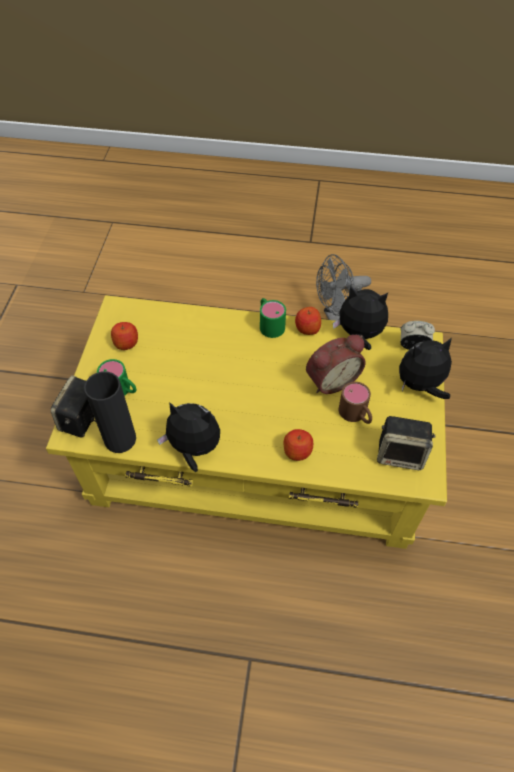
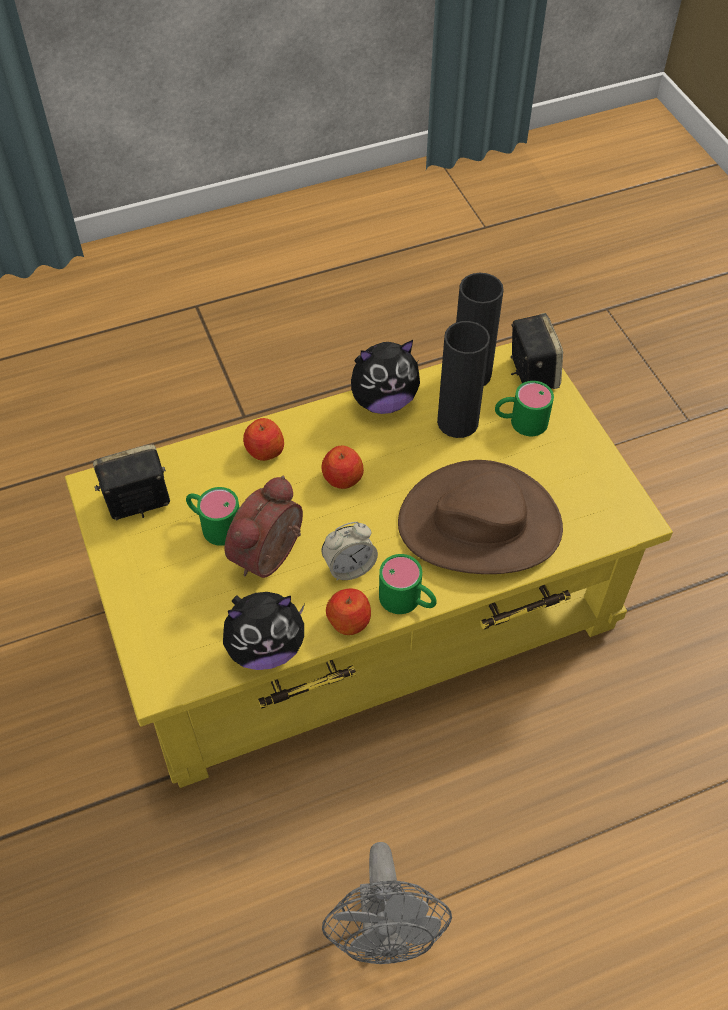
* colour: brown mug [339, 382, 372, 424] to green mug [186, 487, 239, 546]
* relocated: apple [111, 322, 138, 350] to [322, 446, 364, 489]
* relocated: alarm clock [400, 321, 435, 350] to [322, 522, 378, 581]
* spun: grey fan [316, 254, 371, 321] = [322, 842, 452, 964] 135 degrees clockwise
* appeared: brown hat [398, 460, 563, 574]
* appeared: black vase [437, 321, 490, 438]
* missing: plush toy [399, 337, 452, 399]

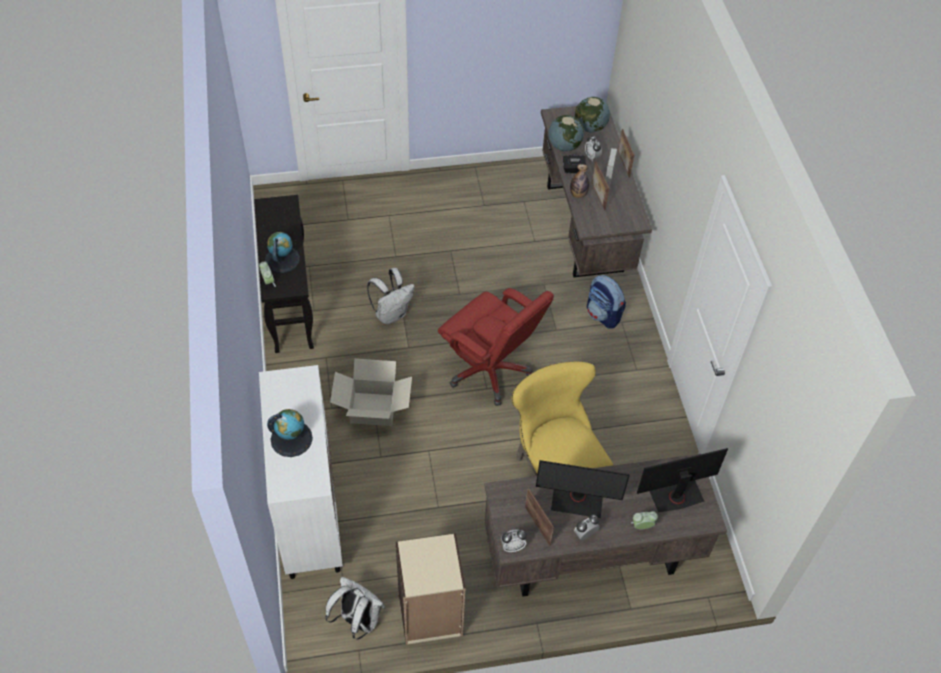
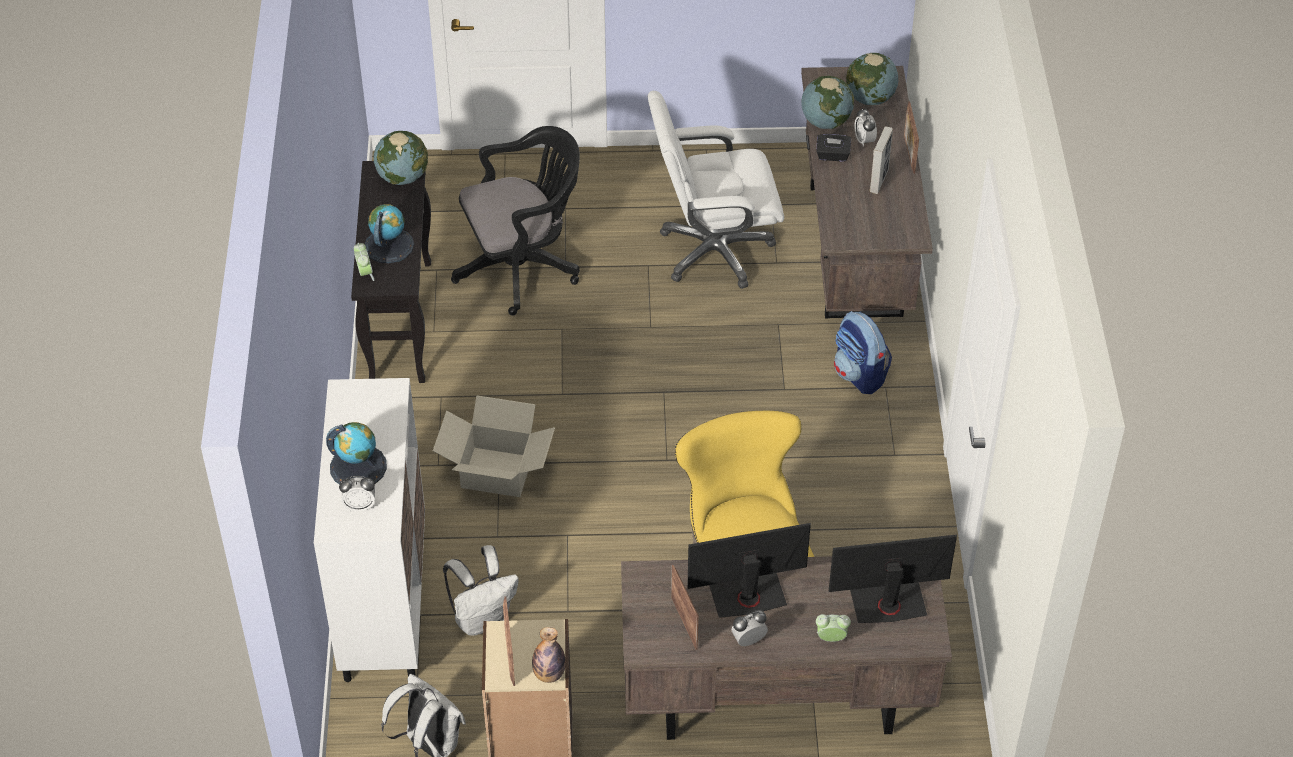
* relocated: alarm clock [501, 530, 527, 552] to [339, 476, 375, 511]
* appeared: globe [374, 131, 428, 185]
* relocated: white backpack [367, 268, 415, 325] to [443, 545, 519, 636]
* appeared: black office chair [451, 126, 580, 316]
* relocated: picture frame [592, 161, 609, 210] to [503, 597, 515, 686]
* relocated: bottle [570, 164, 589, 198] to [532, 627, 566, 683]
* appeared: white office chair [648, 91, 784, 289]
* spun: monitor [536, 460, 630, 518] = [687, 523, 811, 618] 150 degrees clockwise
* missing: red office chair [438, 288, 554, 406]

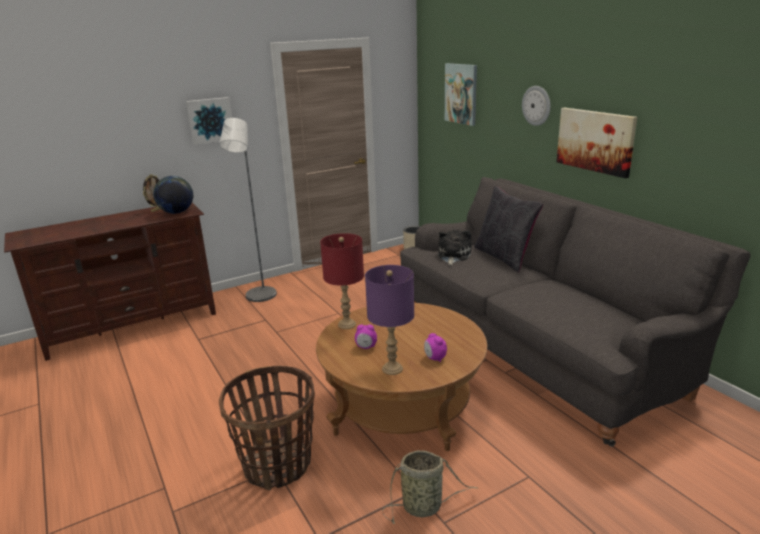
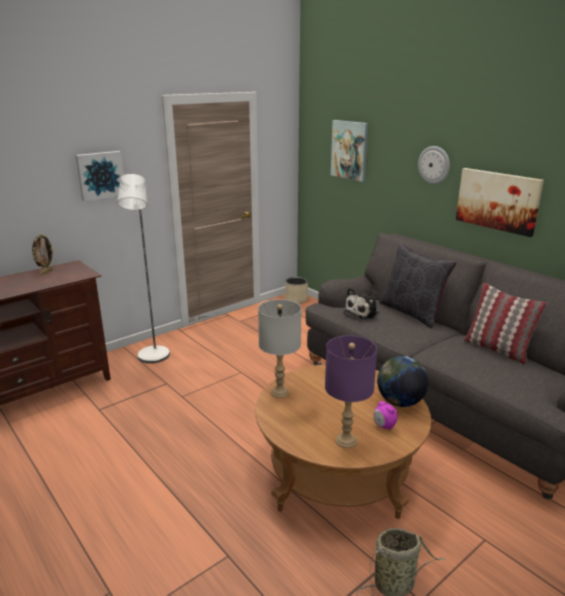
* colour: red table lamp [320, 233, 364, 329] to grey table lamp [258, 299, 302, 398]
* spun: plush toy [438, 230, 471, 265] = [343, 287, 379, 320] 150 degrees counterclockwise
* relocated: globe [153, 176, 194, 214] to [377, 356, 429, 407]
* appeared: pillow [464, 283, 547, 365]
* missing: basket [219, 366, 315, 490]
* missing: alarm clock [355, 324, 377, 349]

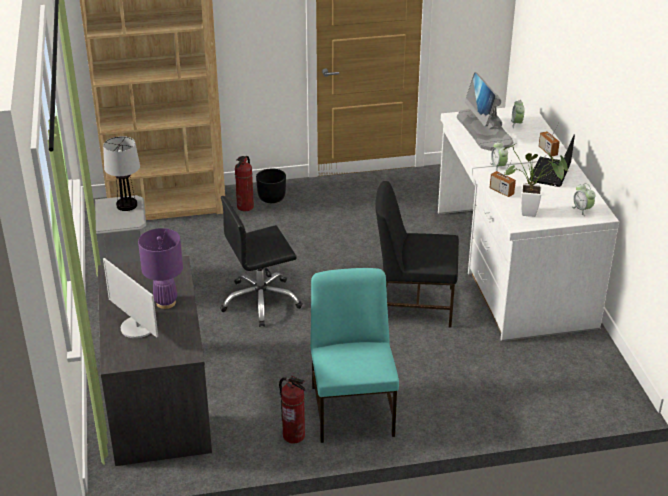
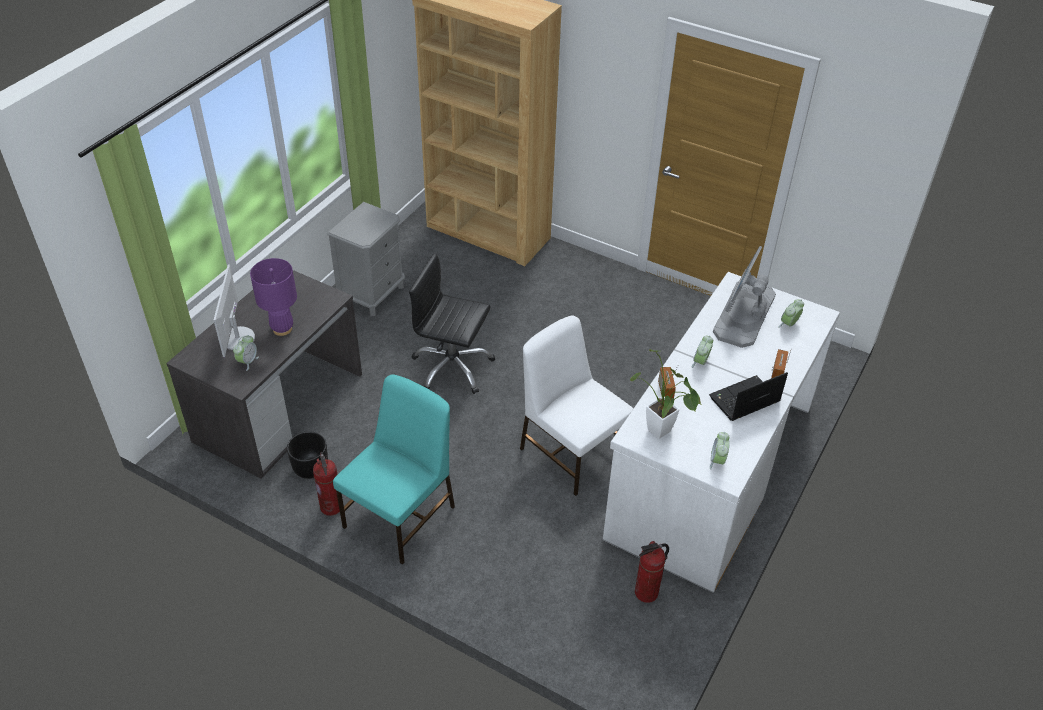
* appeared: alarm clock [233, 335, 259, 371]
* relocated: black planter [256, 169, 286, 203] to [287, 431, 328, 479]
* colour: black chair [375, 181, 459, 328] to white chair [520, 315, 634, 496]
* relocated: fire extinguisher [235, 156, 254, 211] to [635, 541, 669, 603]
* missing: table lamp [103, 136, 140, 211]

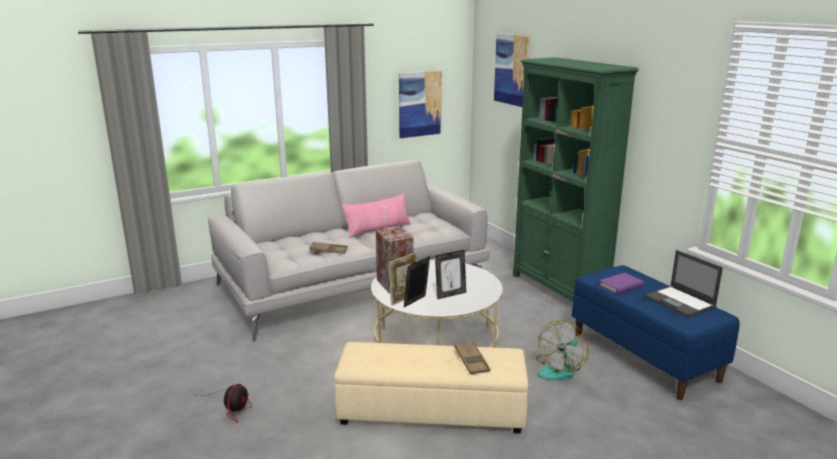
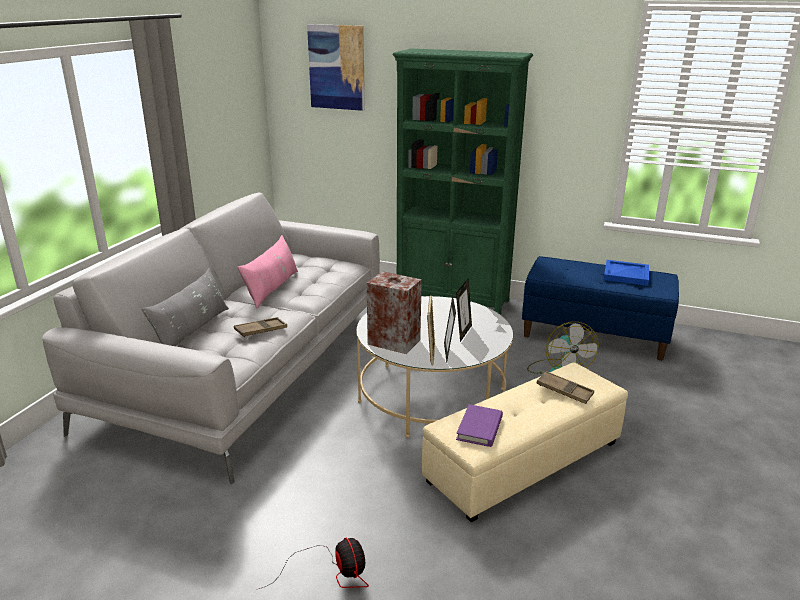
* appeared: grey pillow [142, 268, 229, 346]
* relocated: purple book [599, 273, 644, 294] to [456, 404, 503, 447]
* exchanged: laptop [644, 250, 723, 318] to blue tray [604, 260, 649, 286]
* missing: picture [399, 70, 442, 138]

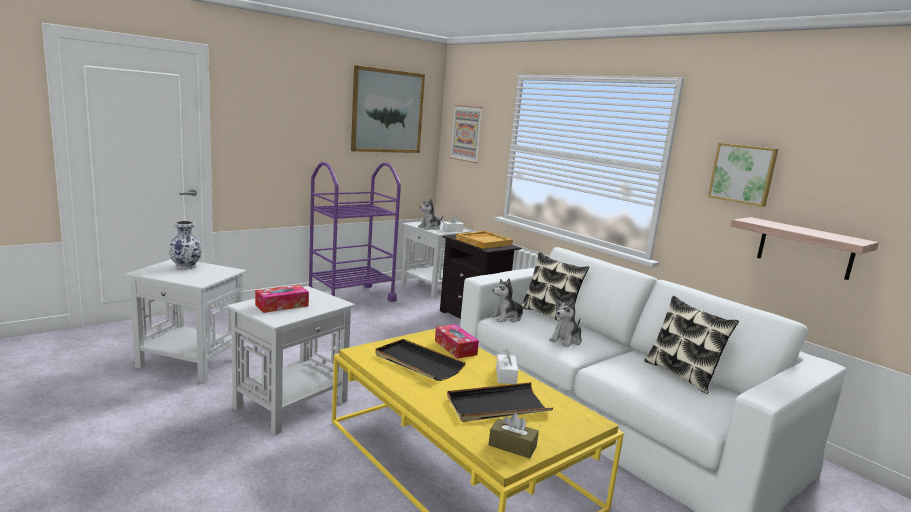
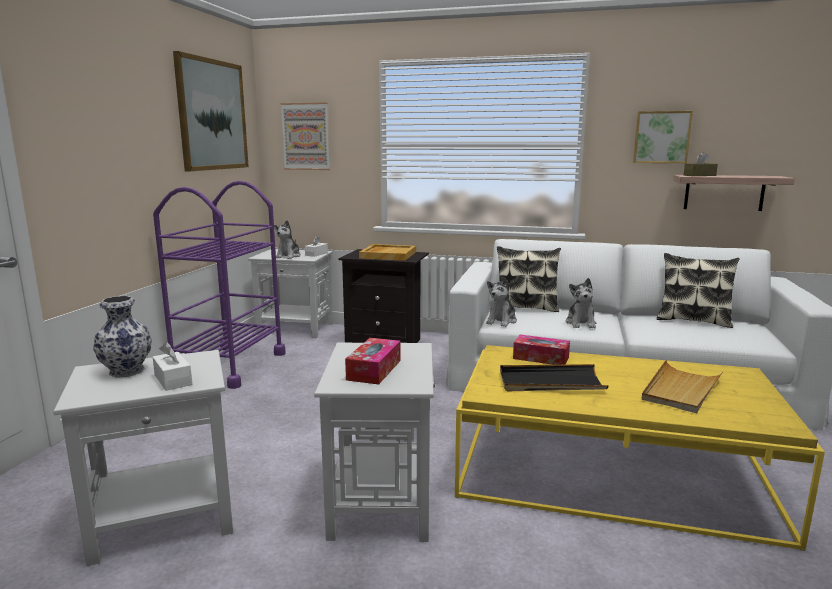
* relocated: white tissue box [496, 348, 518, 384] to [153, 342, 192, 391]
* colour: black tray [447, 382, 553, 422] to beige tray [642, 360, 723, 413]
* relocated: brown tissue box [489, 414, 539, 459] to [684, 152, 718, 176]

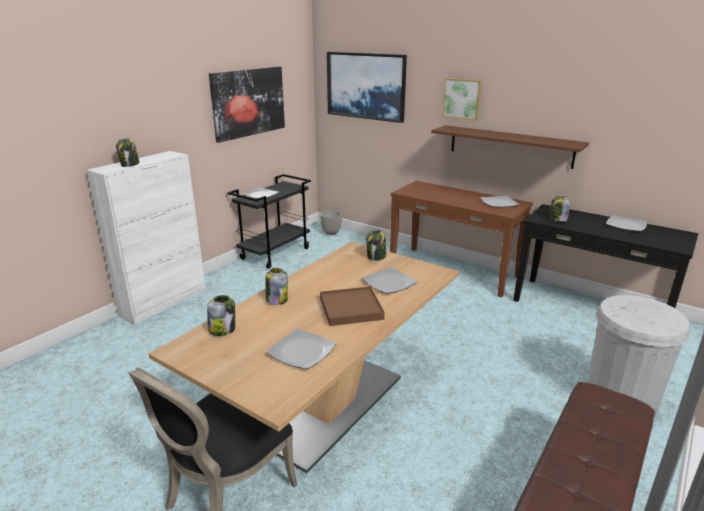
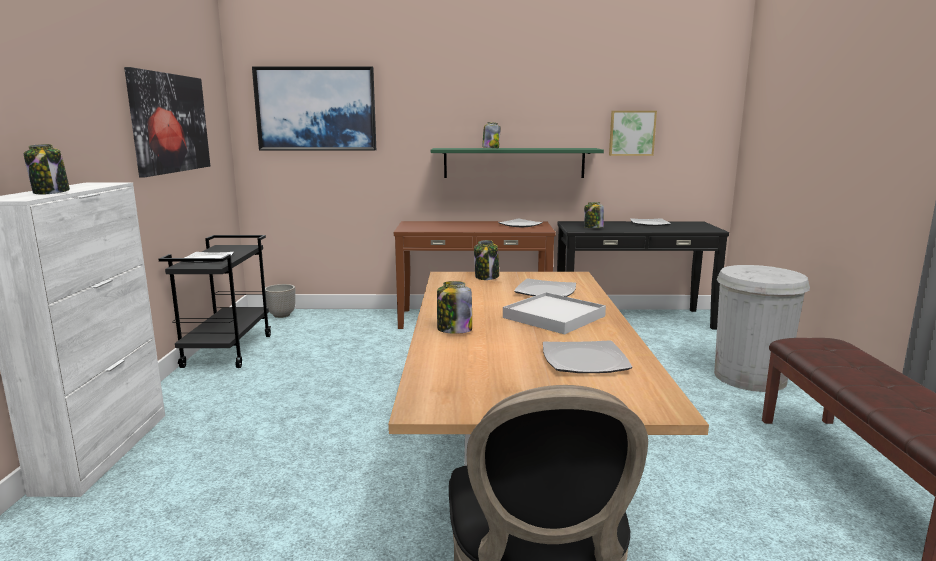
* colour: brown shelf [431, 125, 589, 169] to green shelf [431, 148, 604, 178]
* relocated: jar [207, 295, 235, 336] to [482, 122, 500, 148]
* colour: brown tray [320, 286, 385, 326] to white tray [503, 292, 606, 335]
* relocated: picture [442, 78, 482, 120] to [609, 111, 657, 156]

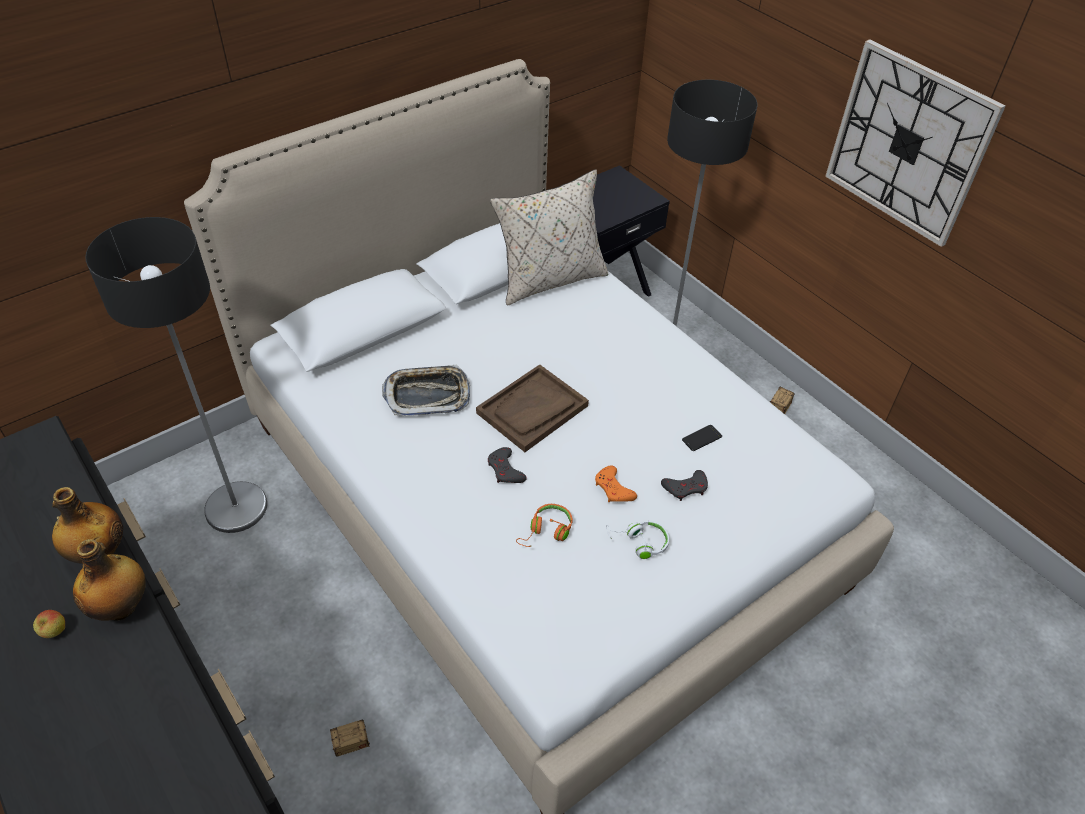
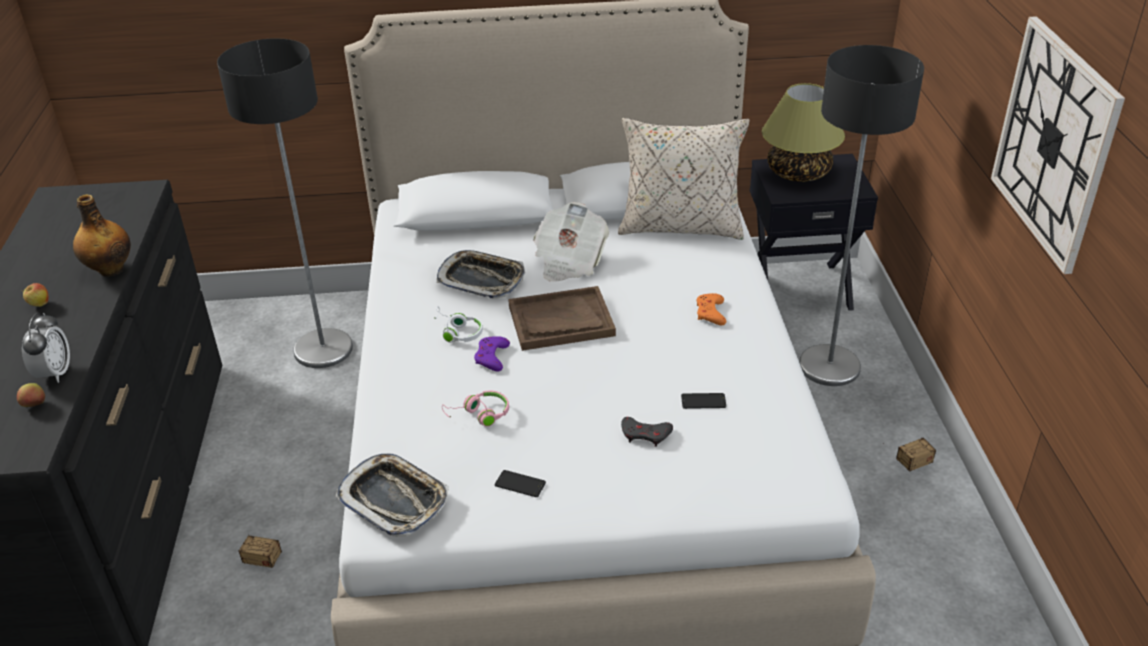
* appeared: apple [17, 383, 45, 407]
* appeared: alarm clock [22, 313, 70, 383]
* appeared: tray [335, 453, 449, 537]
* relocated: white headphones [606, 520, 669, 559] to [434, 306, 483, 343]
* colour: orange headphones [516, 504, 573, 547] to pink headphones [442, 391, 509, 427]
* colour: grey game controller [488, 447, 527, 483] to purple game controller [474, 336, 510, 372]
* appeared: phone [495, 470, 546, 497]
* appeared: newspaper [533, 202, 609, 282]
* relocated: orange game controller [595, 465, 637, 502] to [696, 293, 726, 326]
* appeared: table lamp [762, 83, 845, 182]
* missing: bottle [73, 539, 146, 621]

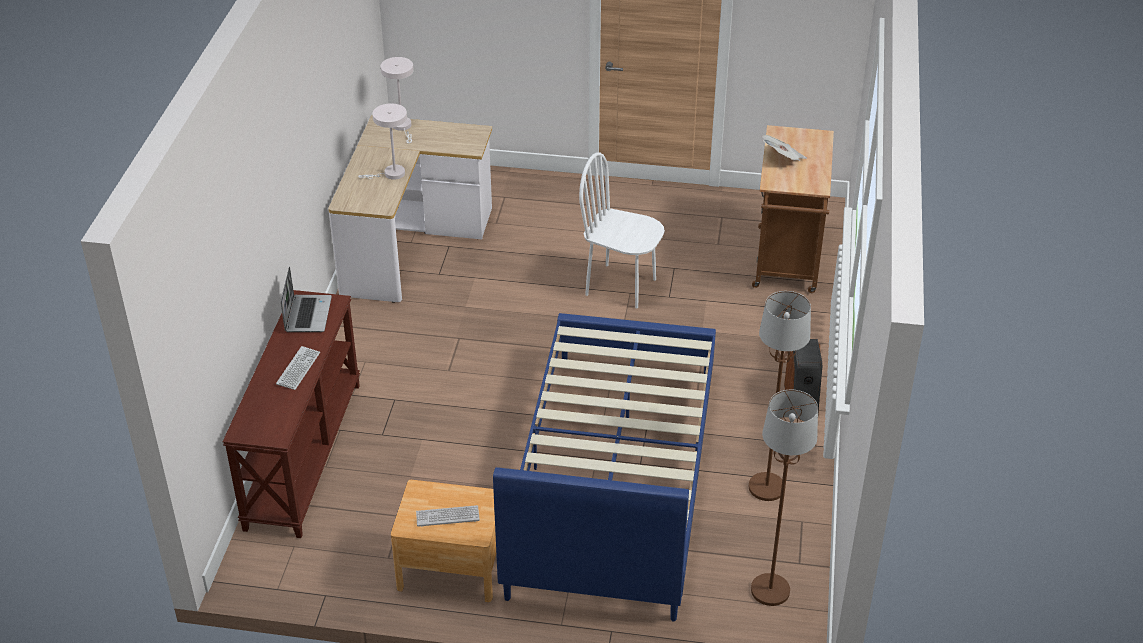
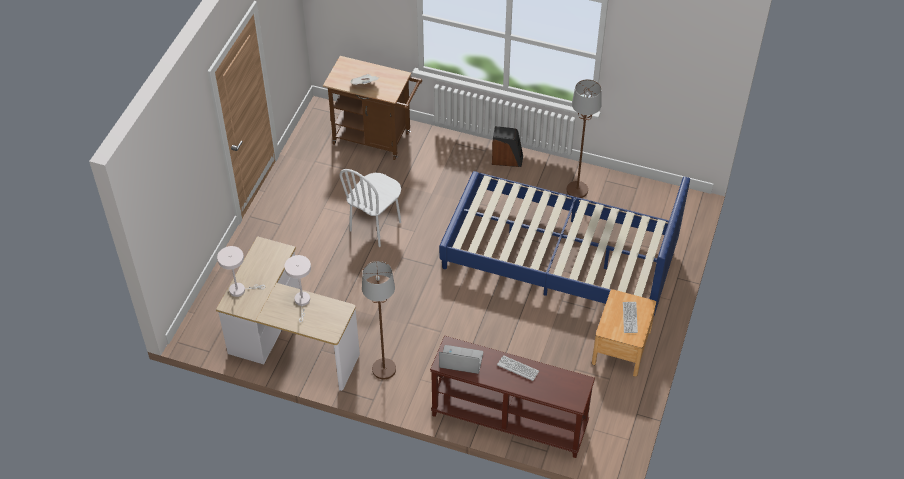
* relocated: brown floor lamp [751, 390, 818, 606] to [362, 261, 396, 379]

